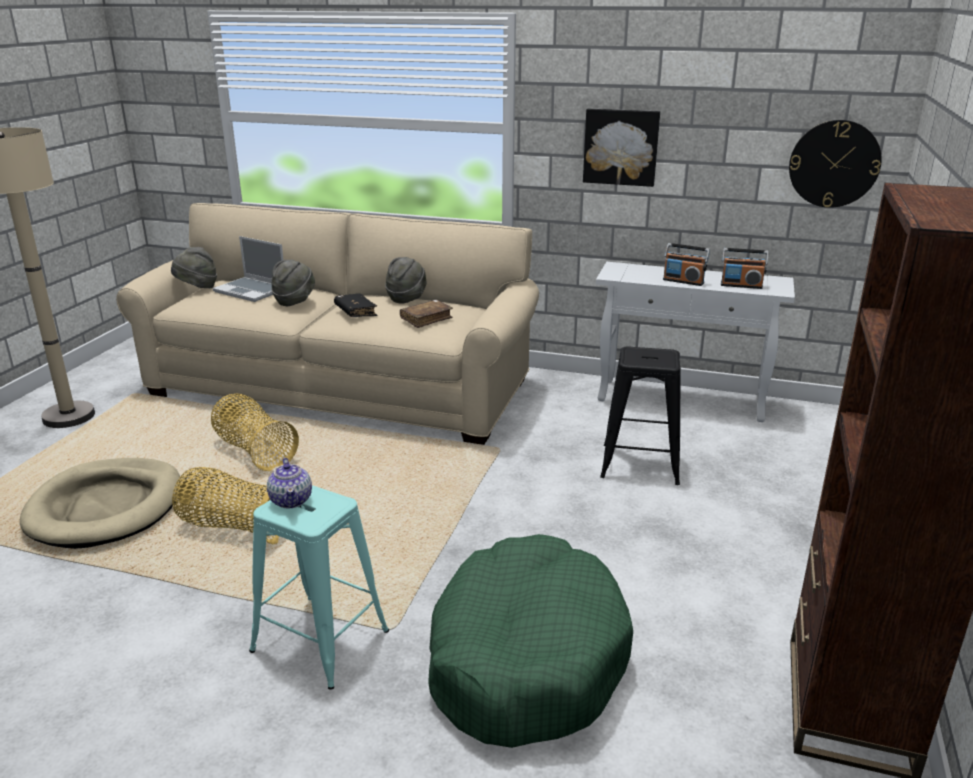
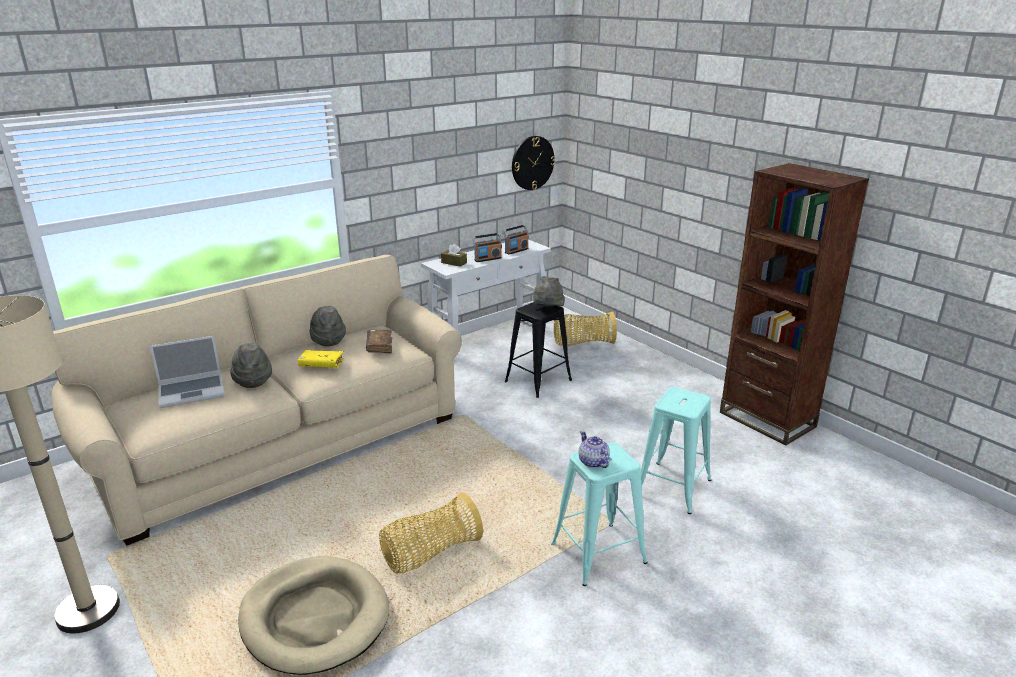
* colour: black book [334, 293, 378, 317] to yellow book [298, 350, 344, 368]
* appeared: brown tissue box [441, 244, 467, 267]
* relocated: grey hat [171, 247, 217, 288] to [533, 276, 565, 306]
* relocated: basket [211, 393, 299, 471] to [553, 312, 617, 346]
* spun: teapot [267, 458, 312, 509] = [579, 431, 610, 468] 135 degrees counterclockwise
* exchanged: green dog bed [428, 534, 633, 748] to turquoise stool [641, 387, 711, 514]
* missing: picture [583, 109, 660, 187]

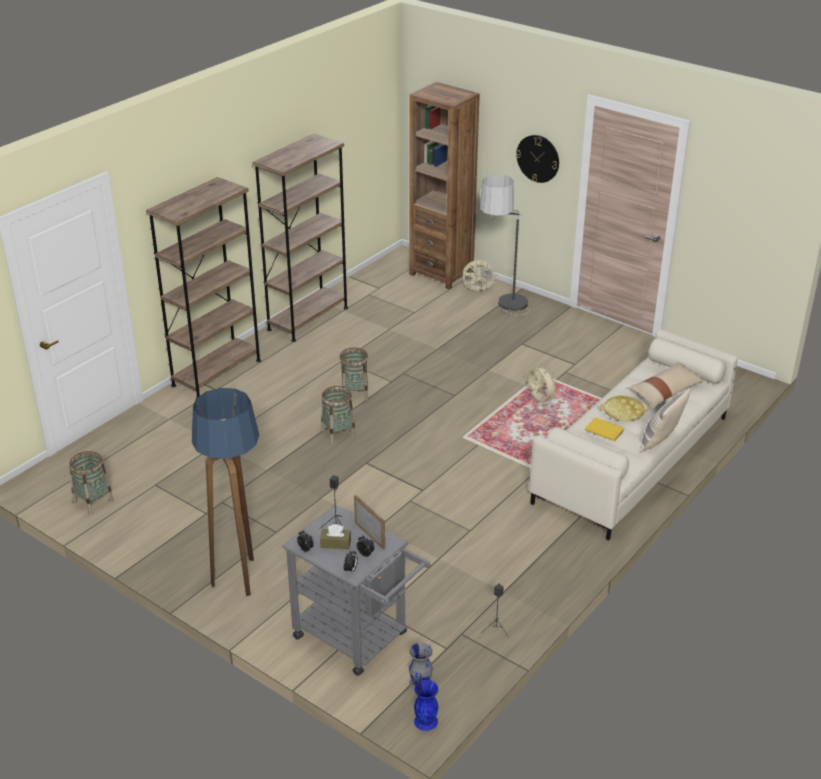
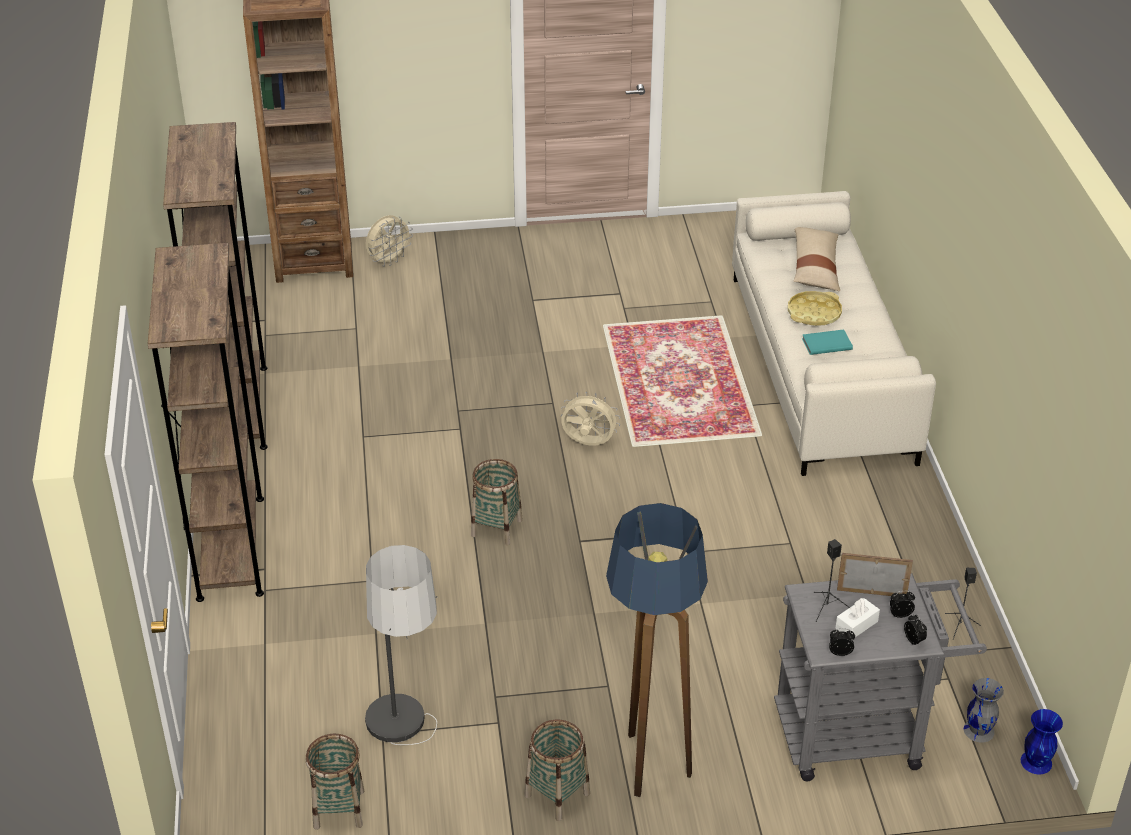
* relocated: floor lamp [480, 175, 530, 315] to [365, 545, 437, 745]
* relocated: basket [339, 348, 368, 400] to [524, 719, 590, 821]
* relocated: beige fan [527, 363, 558, 403] to [561, 391, 620, 446]
* colour: yellow book [585, 417, 624, 441] to turquoise book [802, 329, 853, 355]
* colour: brown tissue box [320, 524, 351, 550] to white tissue box [835, 598, 880, 637]
* missing: wall clock [516, 135, 559, 183]
* missing: pillow [640, 388, 691, 452]

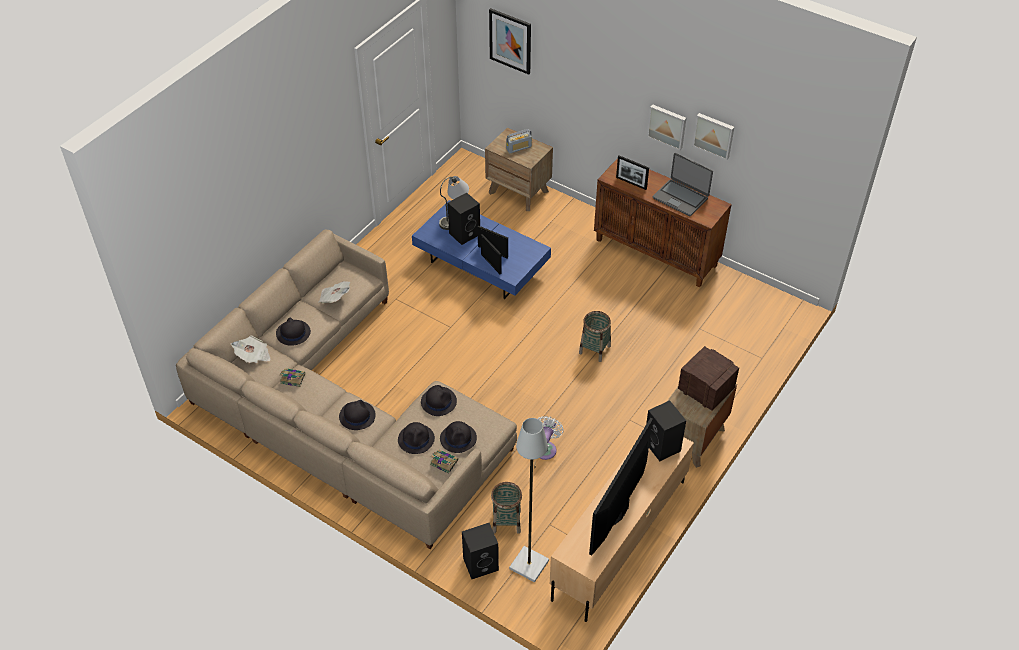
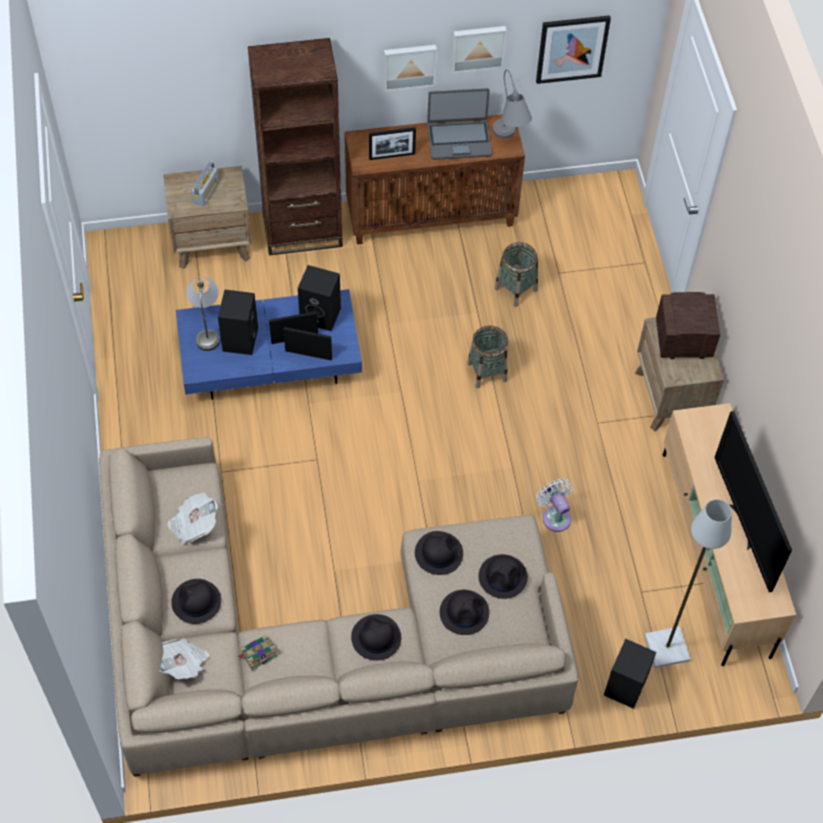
* appeared: brown bookcase [248, 38, 343, 255]
* relocated: black speaker [646, 400, 686, 461] to [298, 265, 341, 331]
* appeared: grey table lamp [493, 69, 532, 138]
* relocated: basket [491, 482, 522, 534] to [494, 242, 538, 307]
* relocated: picture [489, 8, 531, 75] to [536, 15, 611, 84]
* missing: book [430, 450, 458, 474]

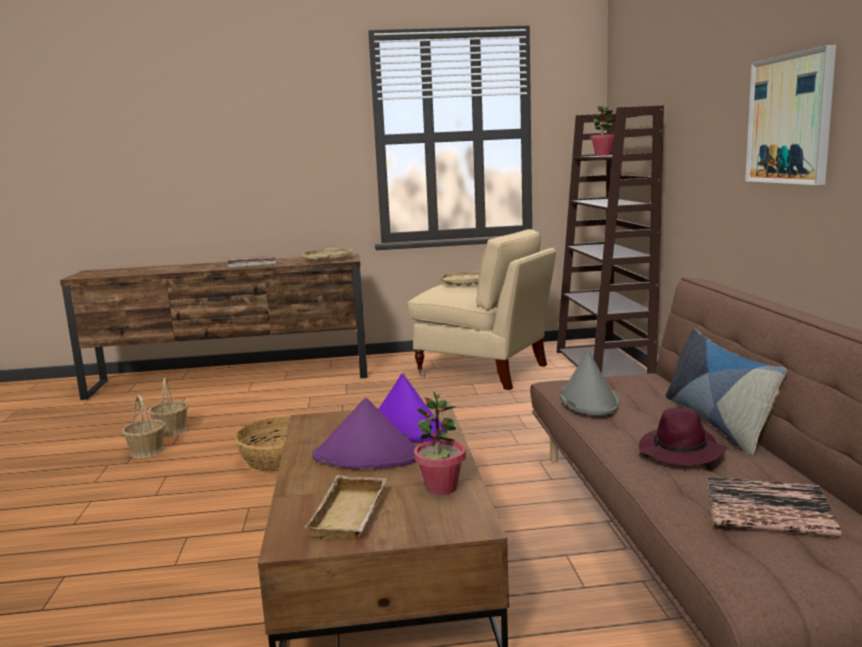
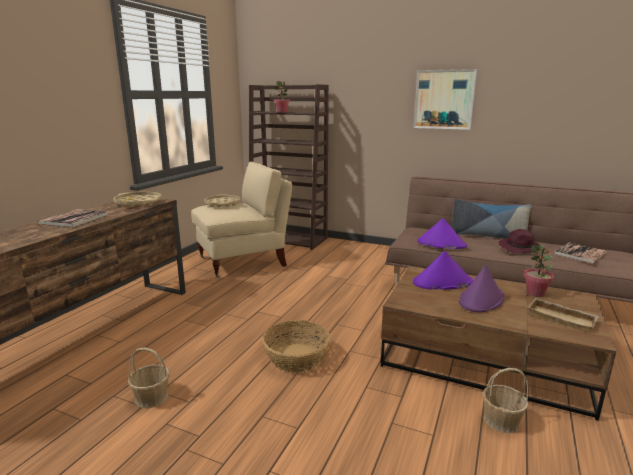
* colour: grey hat [560, 349, 620, 415] to purple hat [417, 218, 467, 249]
* relocated: basket [122, 395, 165, 458] to [482, 368, 529, 433]

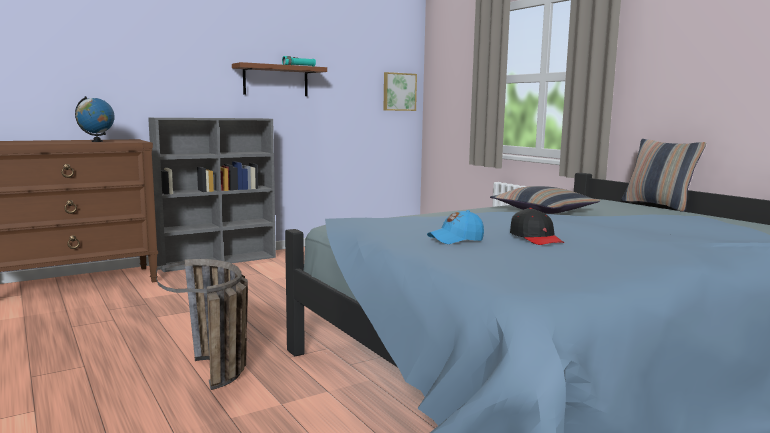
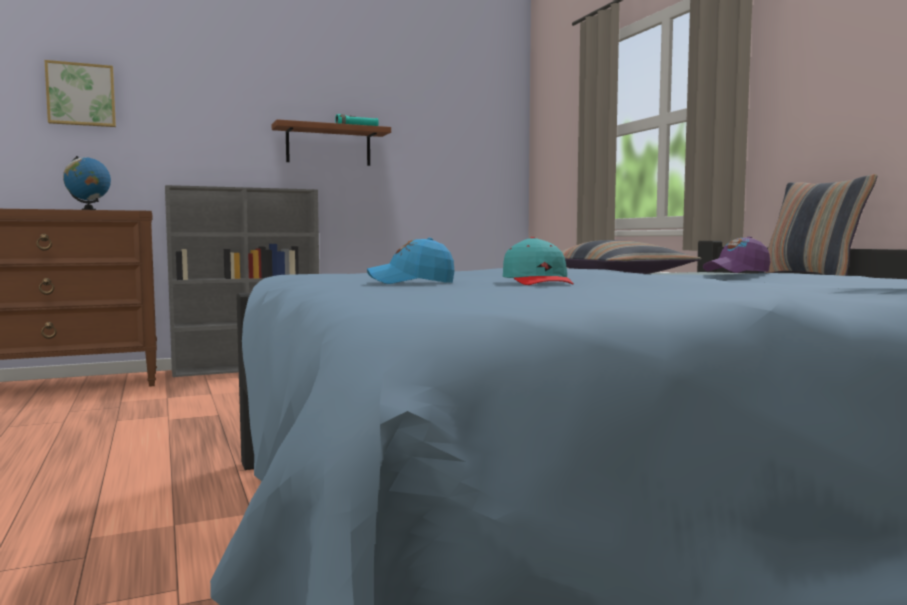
* relocated: picture [384, 72, 417, 111] to [45, 60, 116, 127]
* colour: black cap [510, 208, 564, 245] to turquoise cap [503, 237, 574, 285]
* appeared: purple cap [703, 236, 771, 273]
* missing: basket [156, 259, 248, 390]

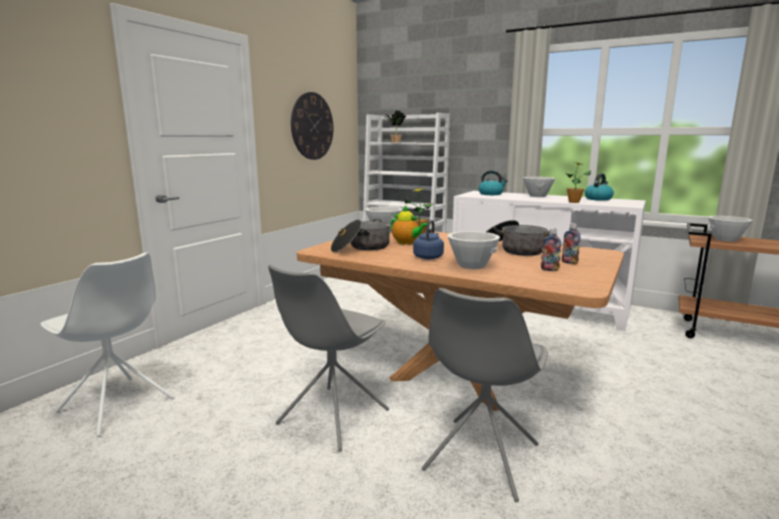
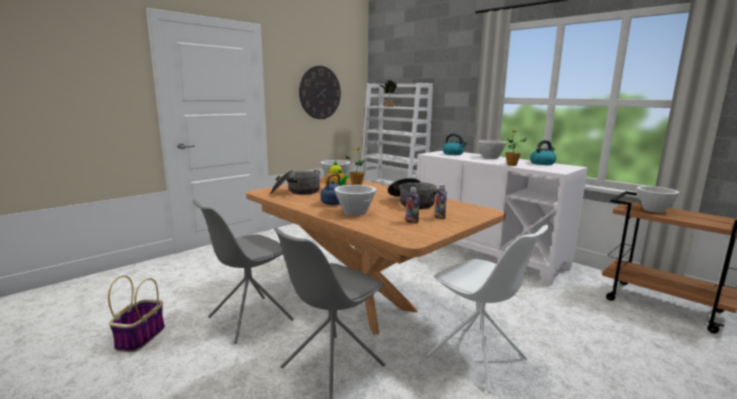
* appeared: basket [108, 276, 165, 352]
* relocated: white chair [40, 252, 175, 437] to [426, 225, 549, 393]

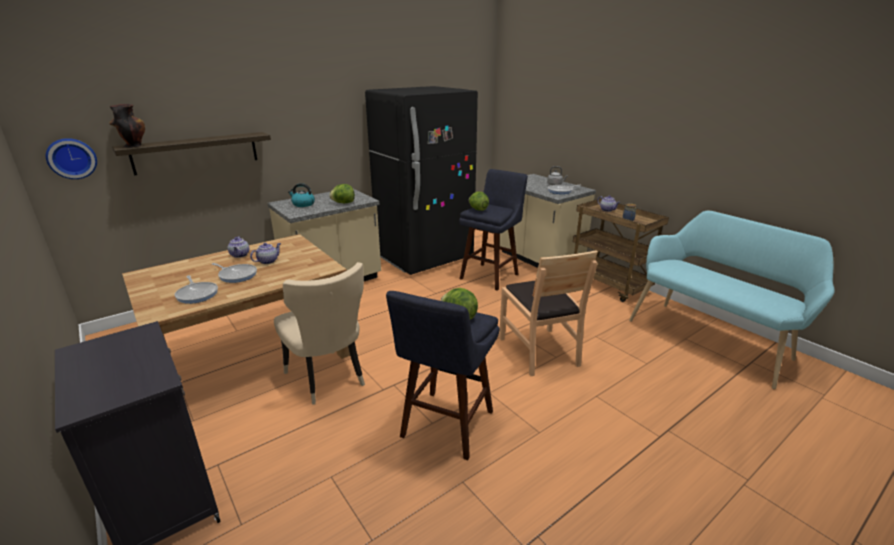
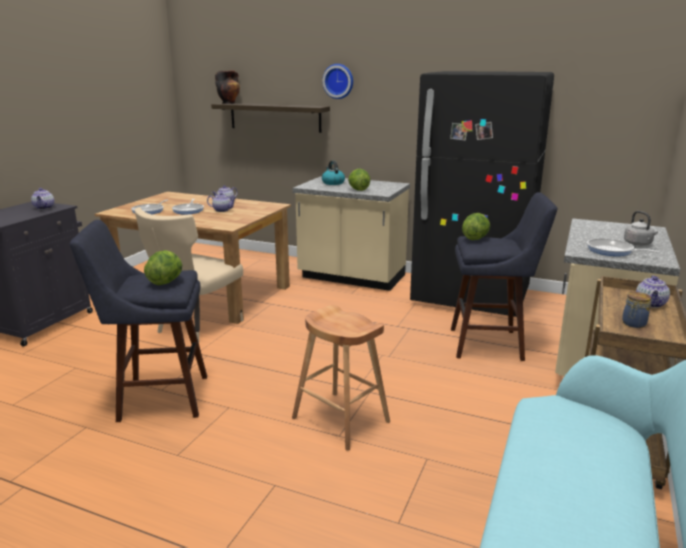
* appeared: teapot [31, 188, 54, 210]
* exchanged: brown chair [499, 250, 598, 376] to brown stool [292, 305, 390, 451]
* relocated: wall clock [46, 138, 97, 179] to [322, 64, 353, 99]

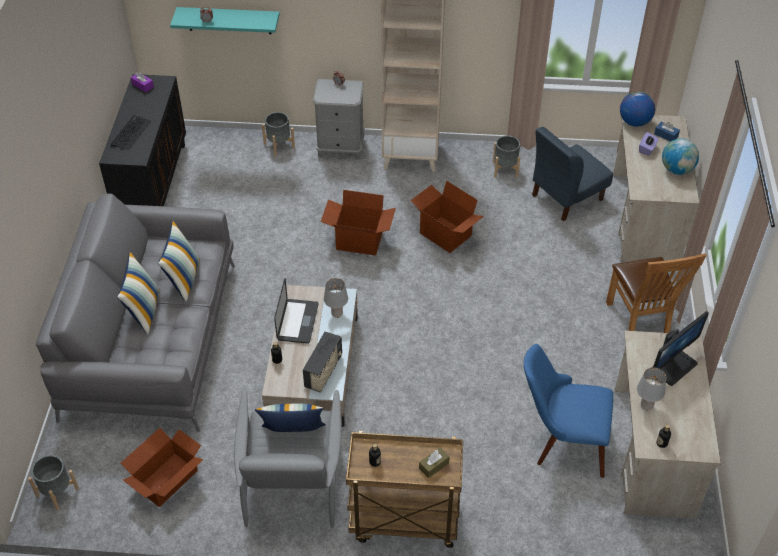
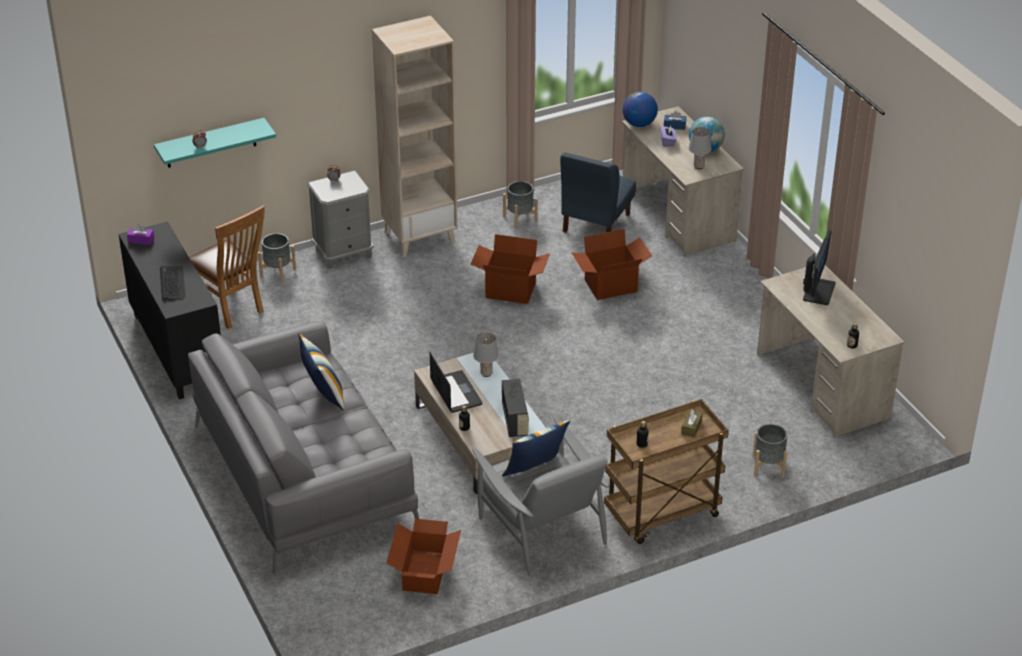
* relocated: brown chair [606, 253, 707, 333] to [189, 206, 265, 329]
* relocated: cardboard box [321, 190, 396, 256] to [571, 229, 652, 300]
* relocated: grey table lamp [637, 367, 666, 410] to [688, 127, 712, 169]
* relocated: grey planter [28, 455, 79, 510] to [752, 424, 788, 477]
* missing: pillow [117, 251, 159, 335]
* missing: blue chair [524, 344, 613, 478]

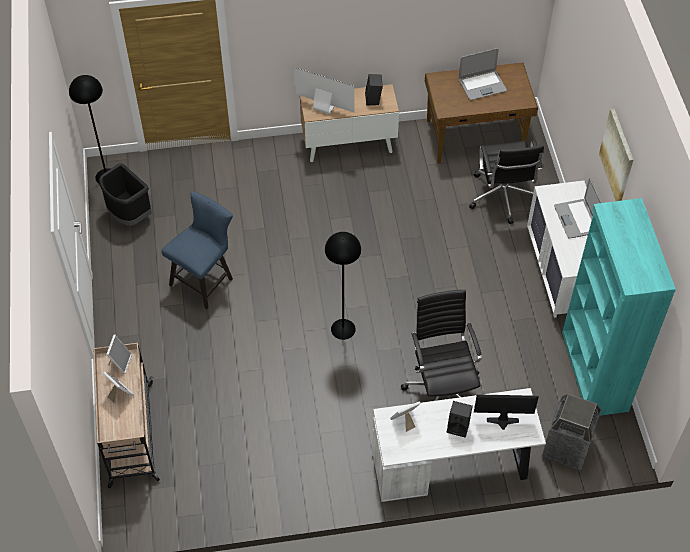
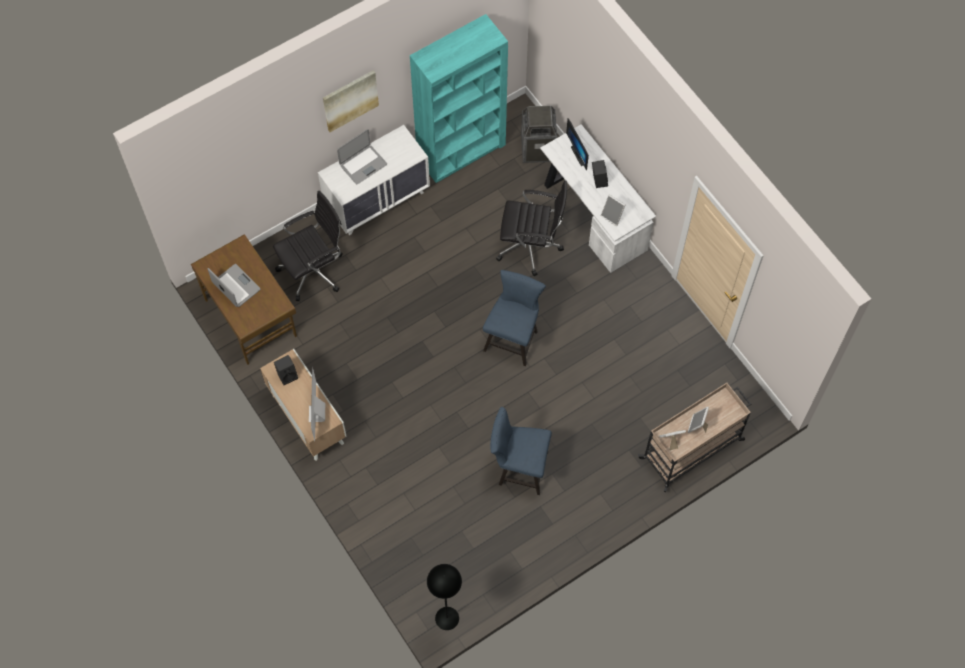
* exchanged: black floor lamp [325, 232, 361, 340] to blue chair [483, 270, 546, 366]
* spun: black office chair [401, 290, 482, 401] = [496, 180, 567, 276] 135 degrees counterclockwise
* missing: black trash can [99, 163, 152, 226]

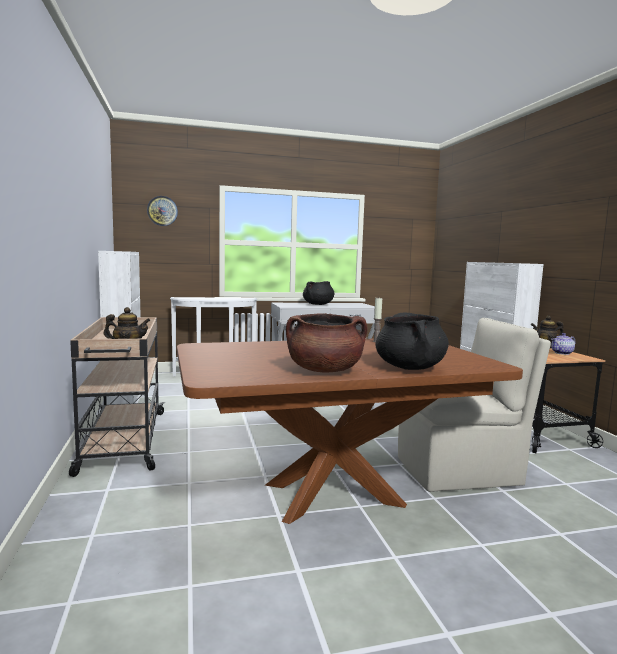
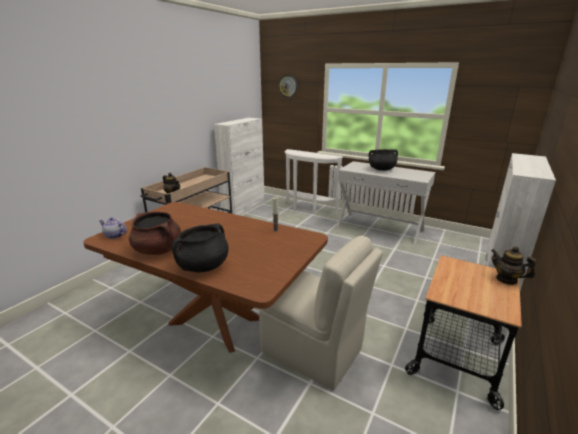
* relocated: teapot [551, 333, 575, 355] to [99, 217, 127, 239]

